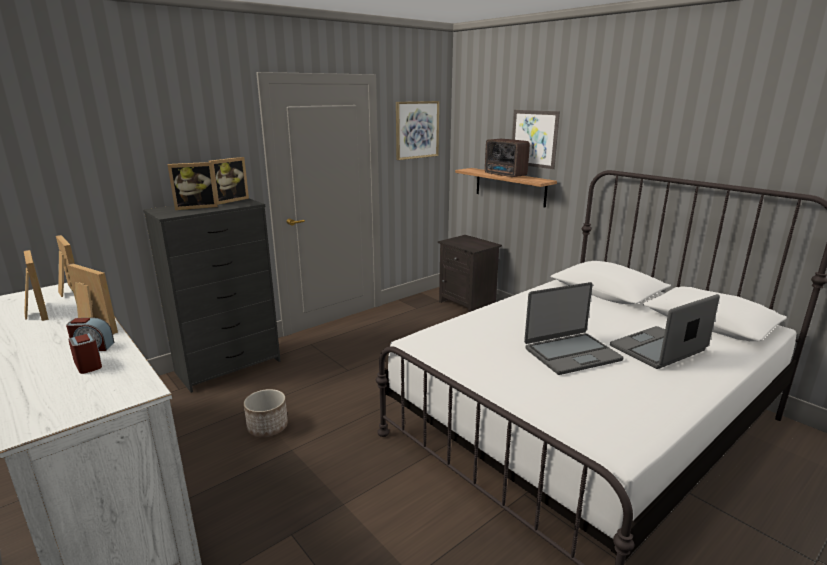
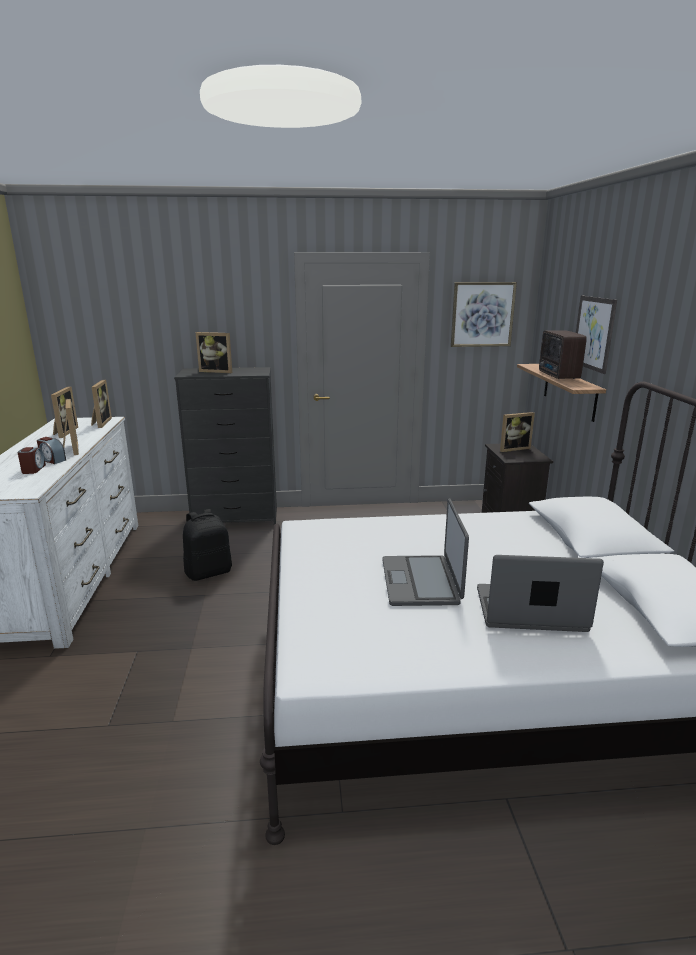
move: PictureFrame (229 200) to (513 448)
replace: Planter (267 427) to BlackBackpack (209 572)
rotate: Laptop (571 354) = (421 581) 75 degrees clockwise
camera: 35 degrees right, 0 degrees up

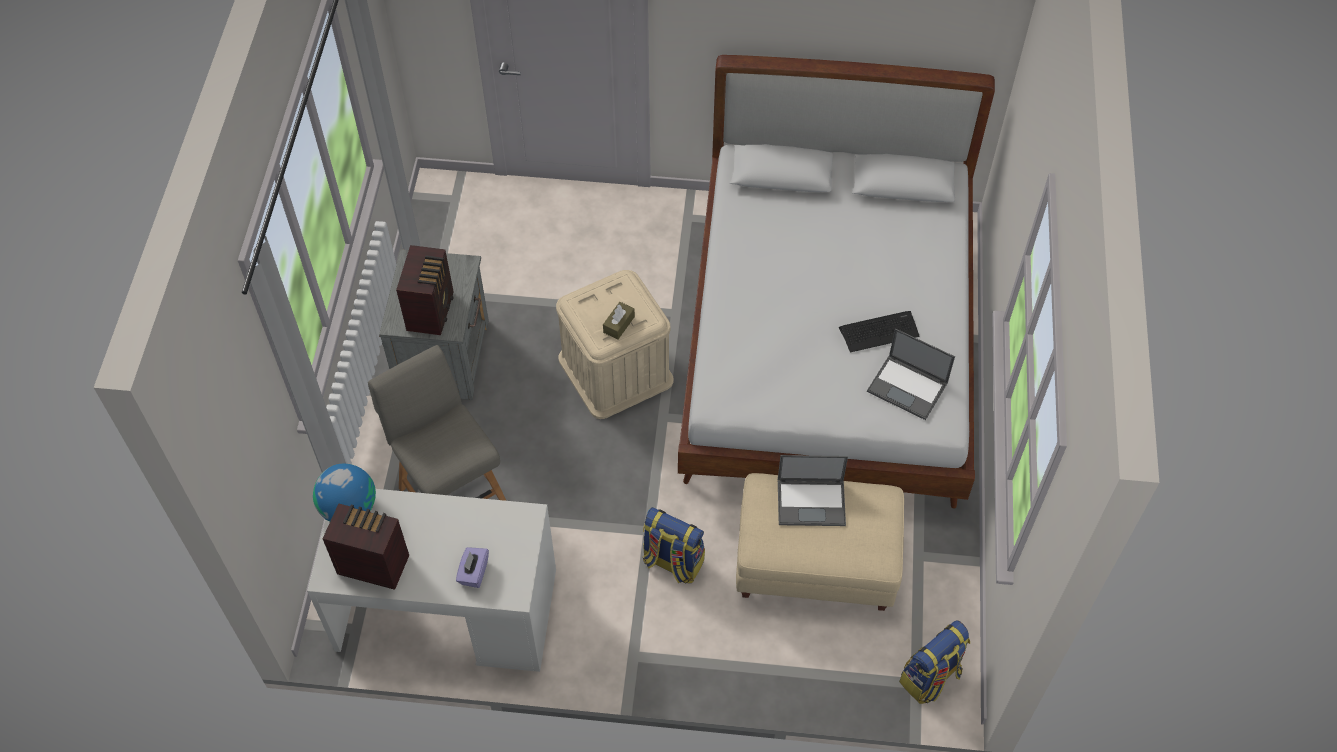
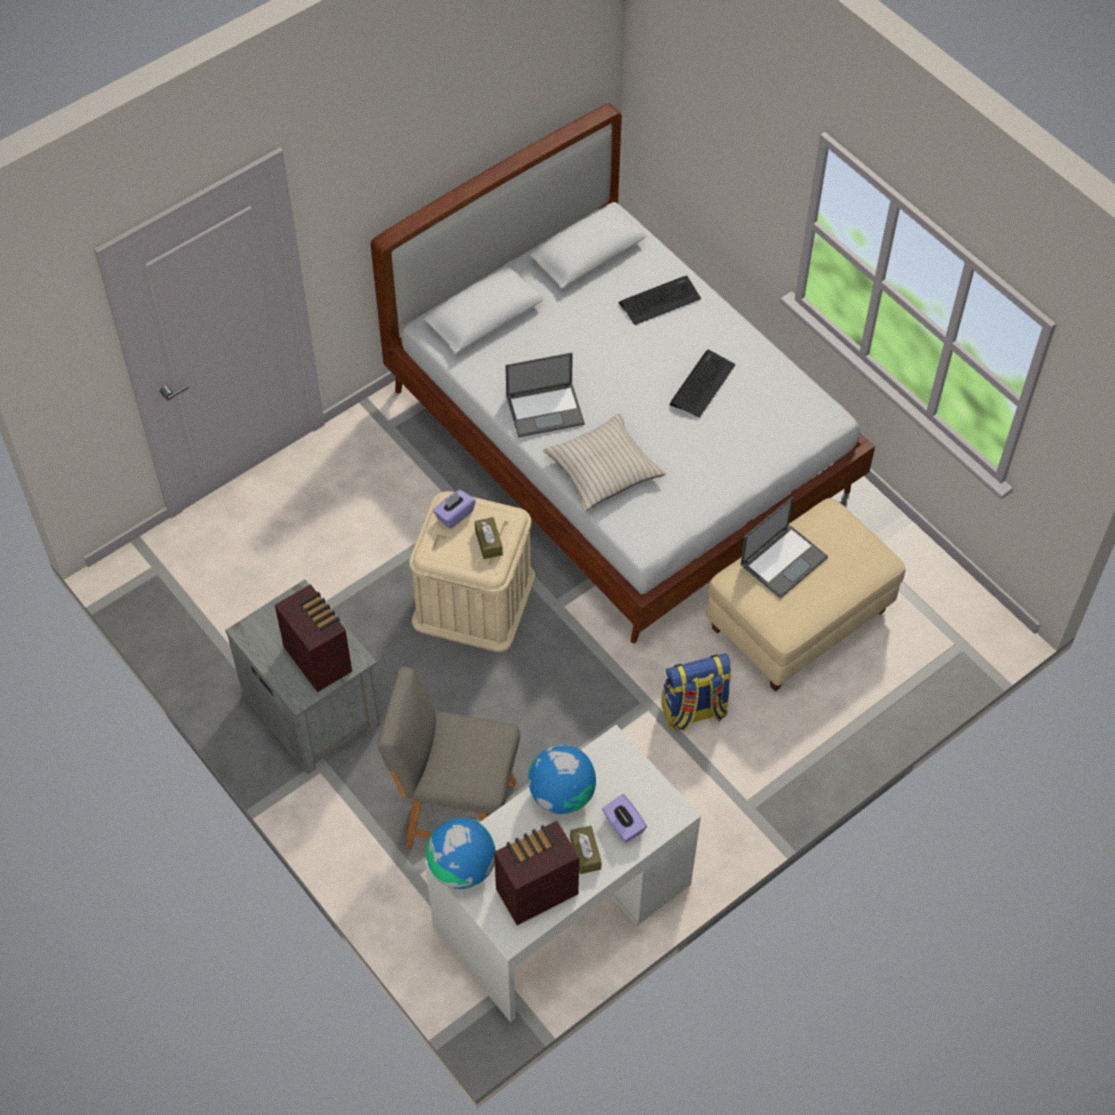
delete: Backpack (930 678)
insert: PurpleTissueBox (454 515); Globe (562 794); BeigePillow (603 469); BrownTissueBox (585 853); Keyboard (660 300)
move: Laptop (908 387) to (546 409)
camera: 45 degrees left, 0 degrees up

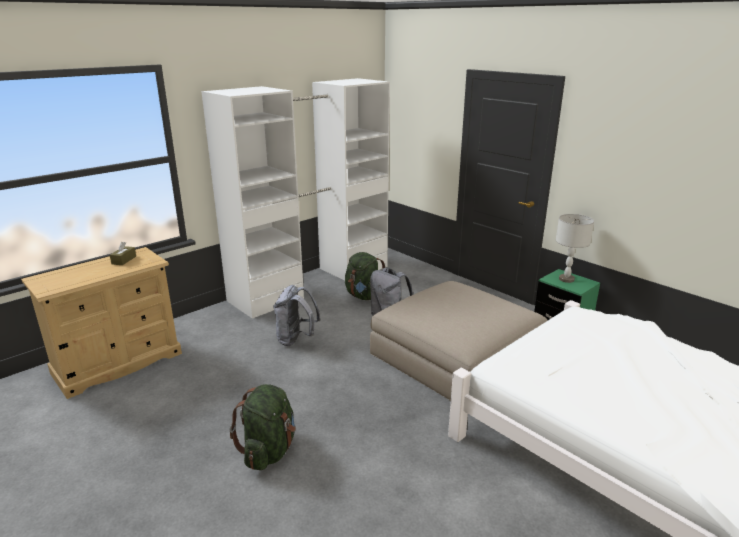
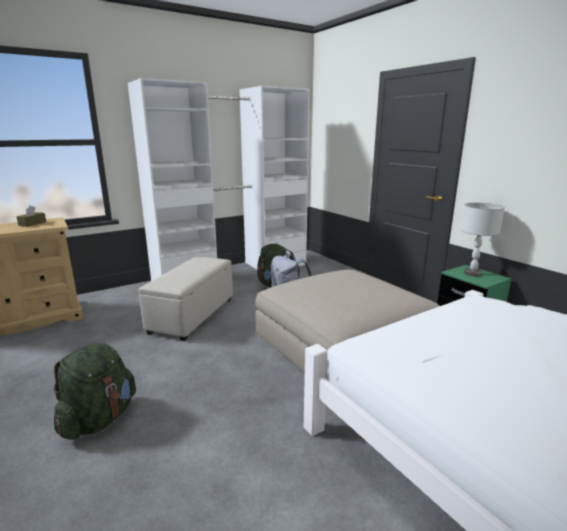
replace: GreyBackpack (296 339) to BeigeOttoman (192 315)
camera: 10 degrees right, 5 degrees down

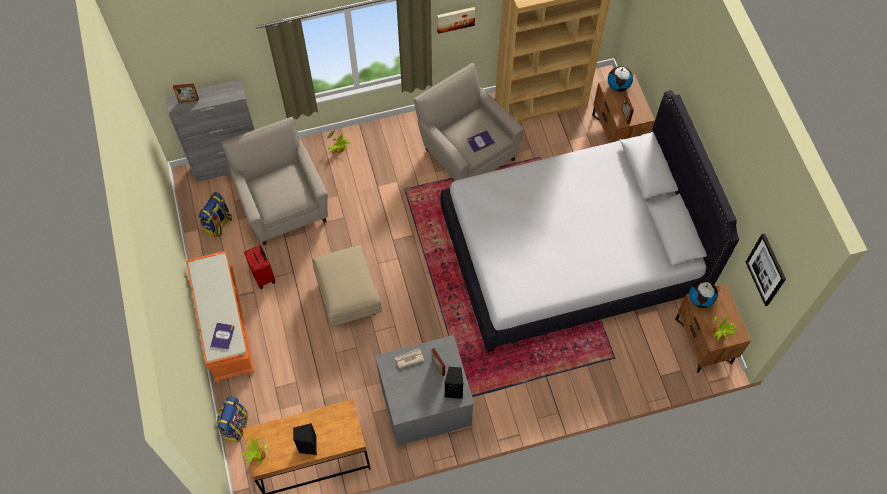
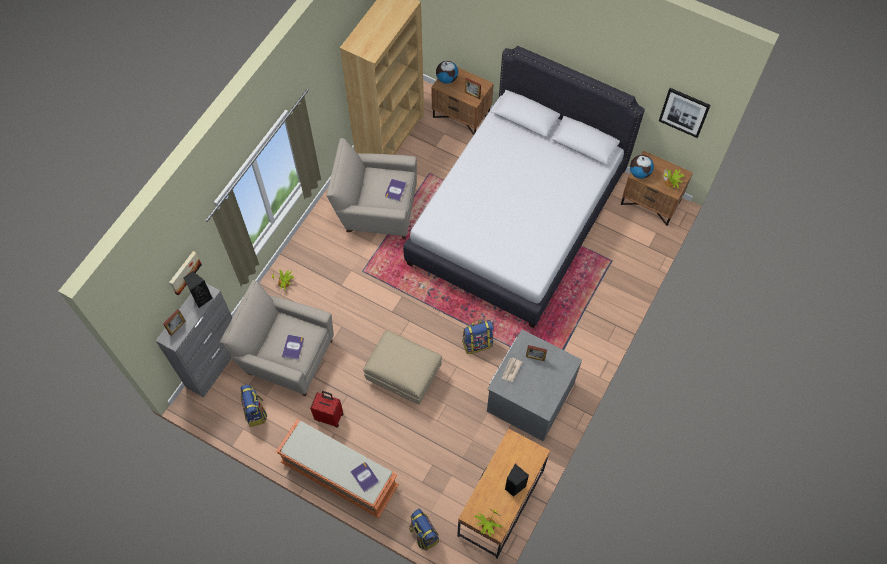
insert: Book (293 347); Backpack (477 343)
move: Picture (455 18) to (184 272); BlackSpeaker (454 390) to (201 298)
camera: 45 degrees left, 0 degrees up

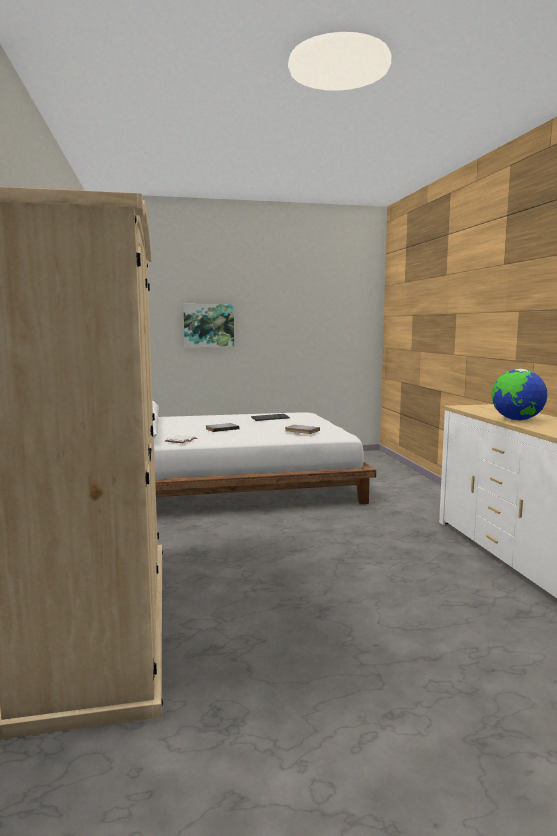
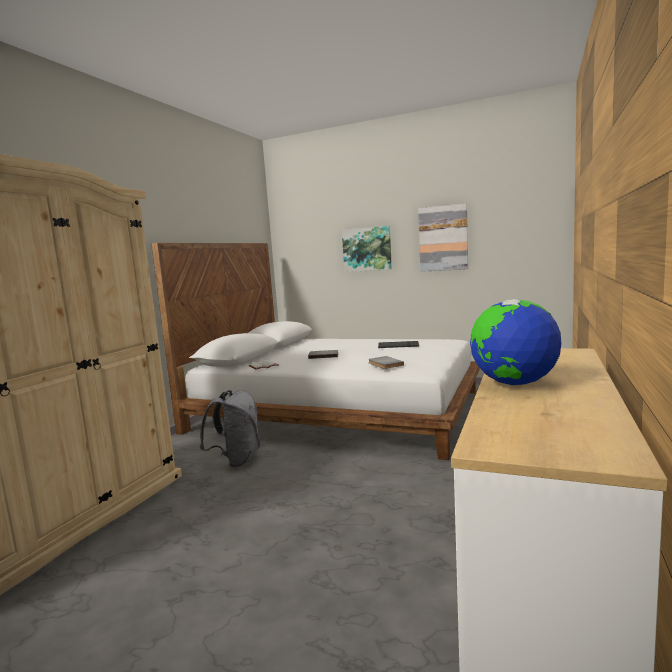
insert: GreyBackpack (236 460); Picture (443 238)
camera: 35 degrees right, 0 degrees up

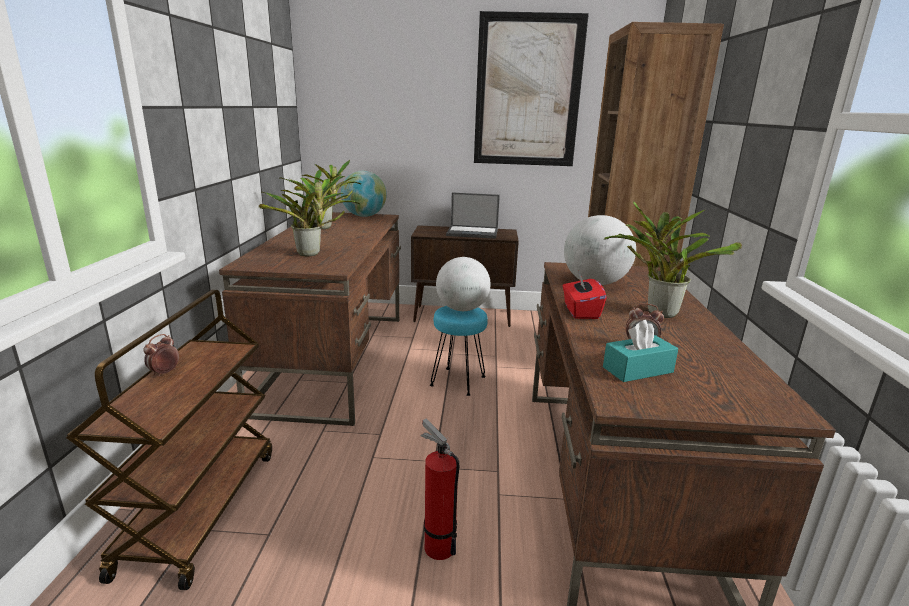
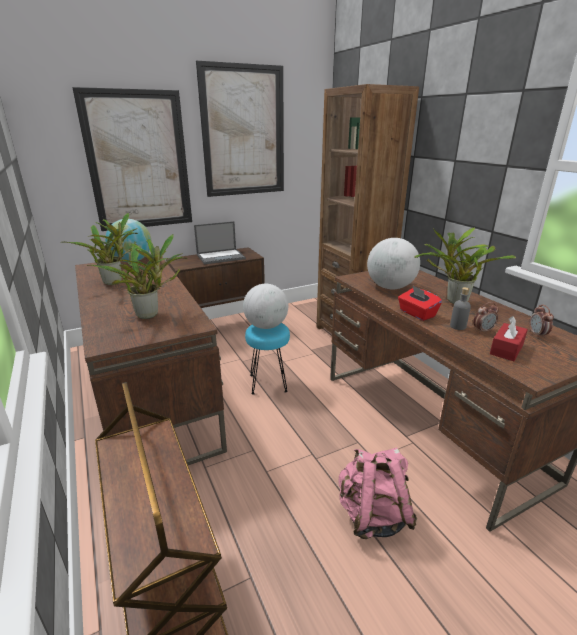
insert: Picture (139 162); GreyBottle (458 326)
move: AlarmClock (164 373) to (537 335)
replace: FireExtinguisher (437 545) to PinkBackpack (372 515)
recolor: TurquoiseTissueBox (637 370) to RedTissueBox (506 349)
camera: 30 degrees left, 5 degrees up

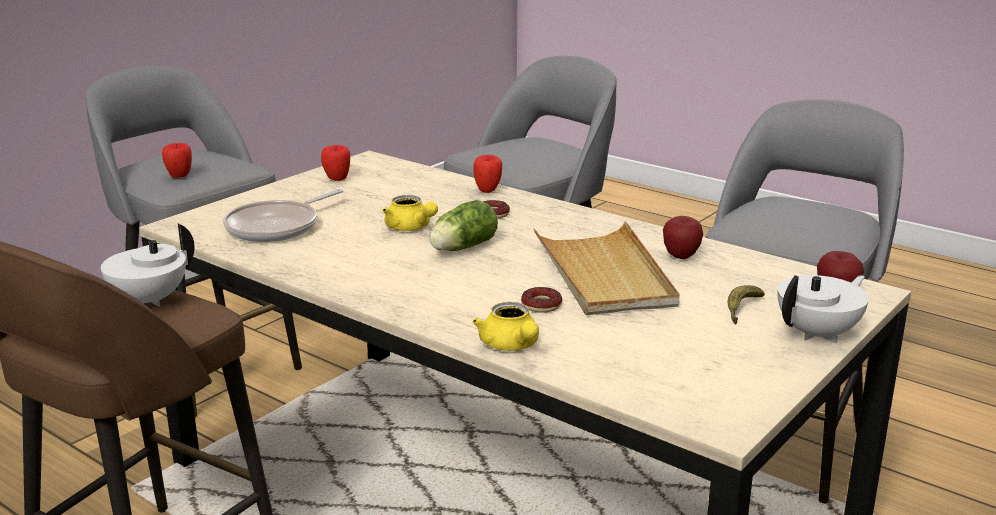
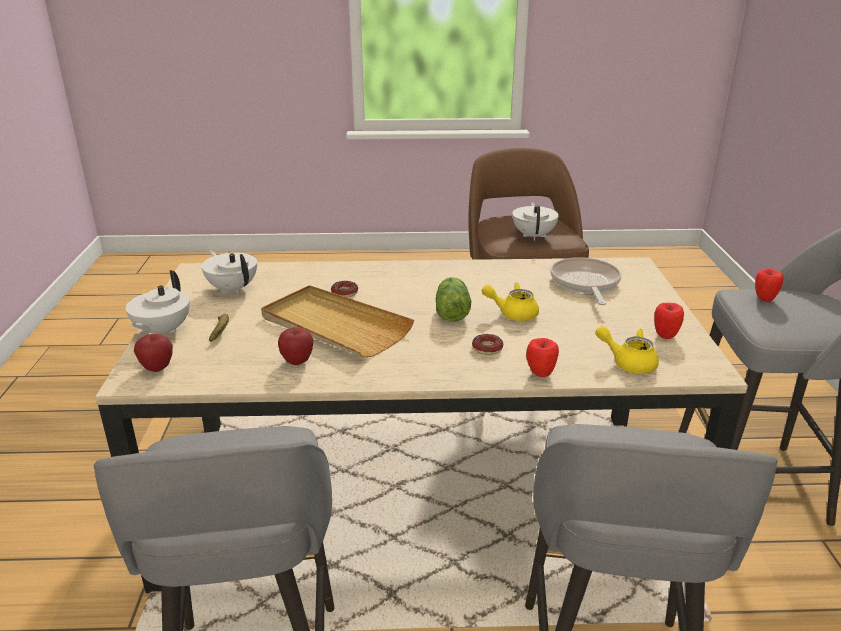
insert: WhiteTeapot (233 288)
move: YellowTeapot (511 346) to (628 362)
camera: 140 degrees right, 5 degrees up

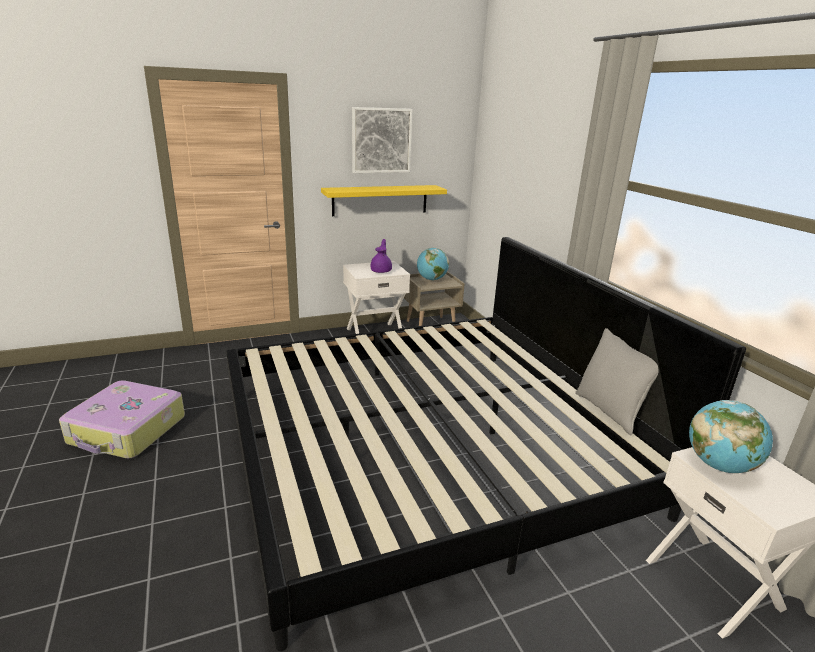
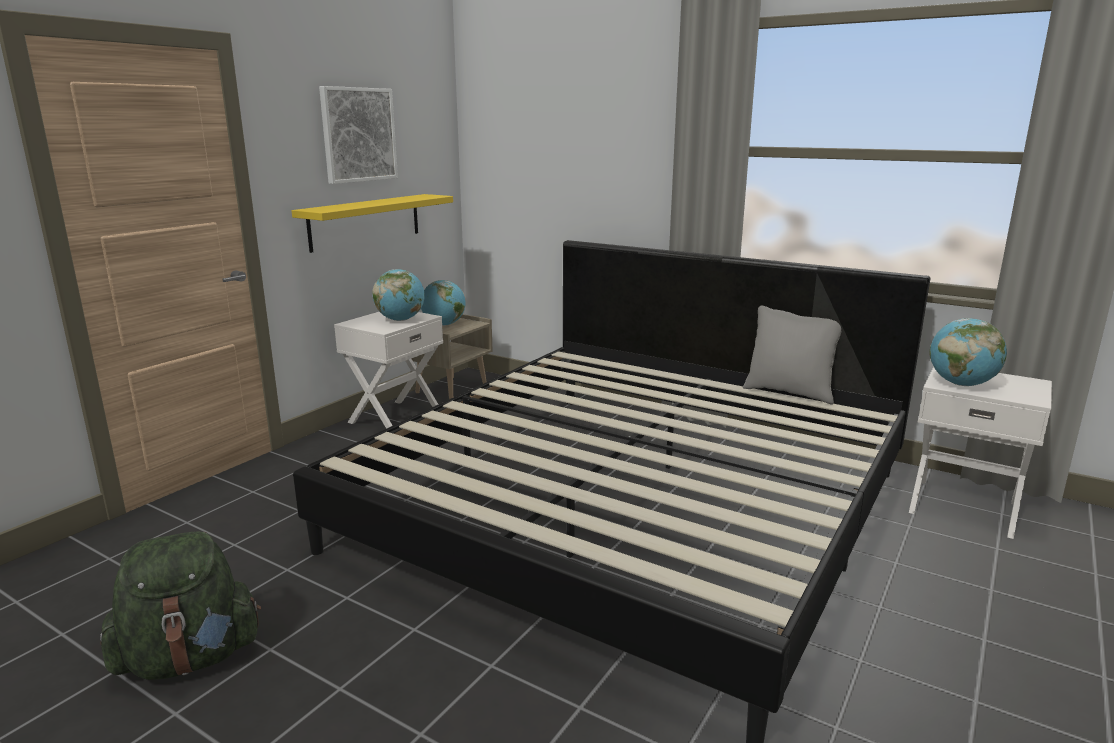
replace: Suitcase (127 431) to GreenBackpack (190 658); PurpleTeapot (381 271) to Globe (400 320)
camera: 35 degrees left, 5 degrees down

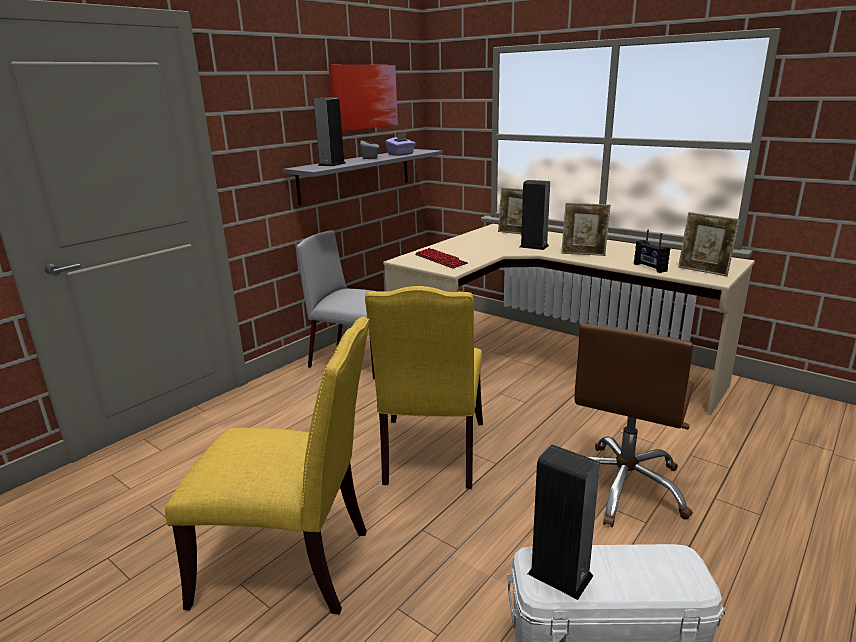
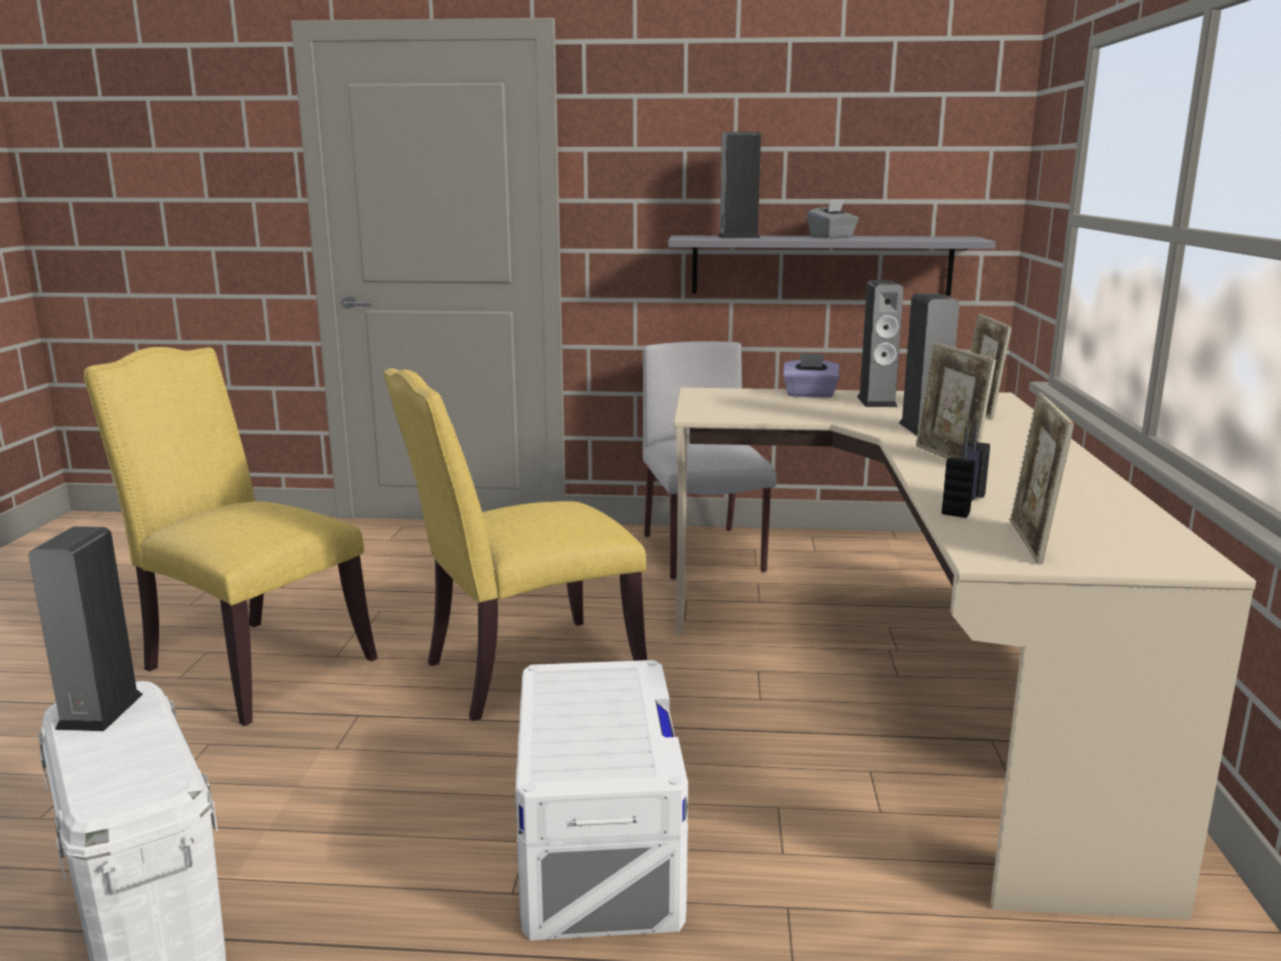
delete: Picture (363 97); Keyboard (440 260)
insert: Speaker (876 401)
move: PurpleTissueBox (401 154) to (810 394)
replace: BrownOfficeChair (624 486) to WhiteStorageBox (598 849)
rotate: YellowChair (292 564) = (249 664) 150 degrees clockwise
camera: 55 degrees right, 5 degrees down

